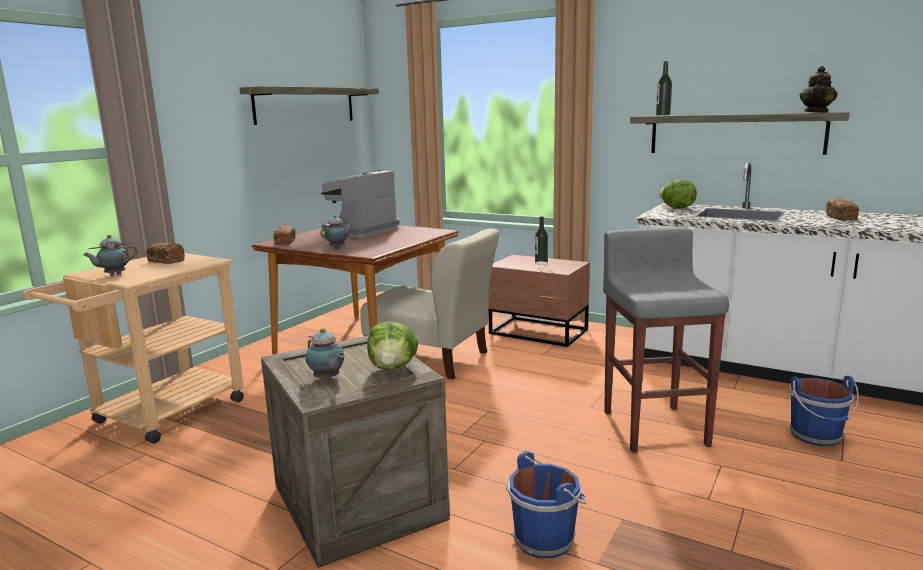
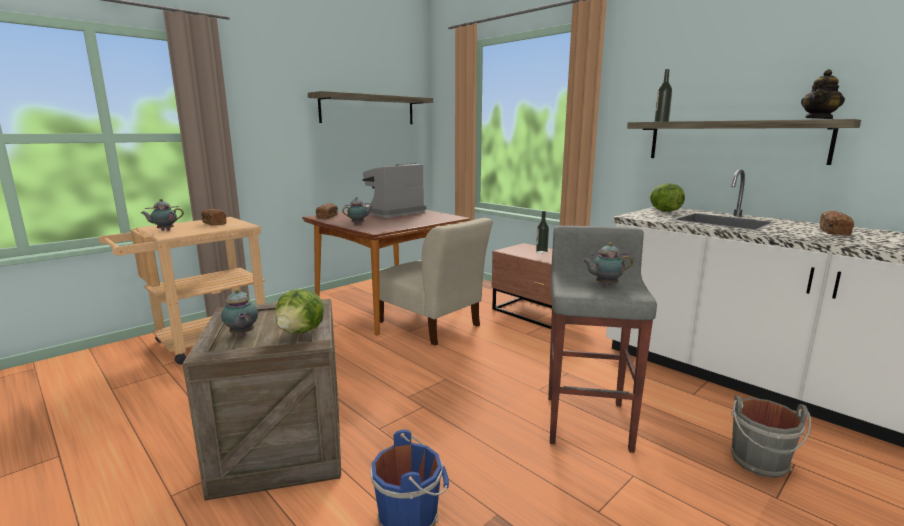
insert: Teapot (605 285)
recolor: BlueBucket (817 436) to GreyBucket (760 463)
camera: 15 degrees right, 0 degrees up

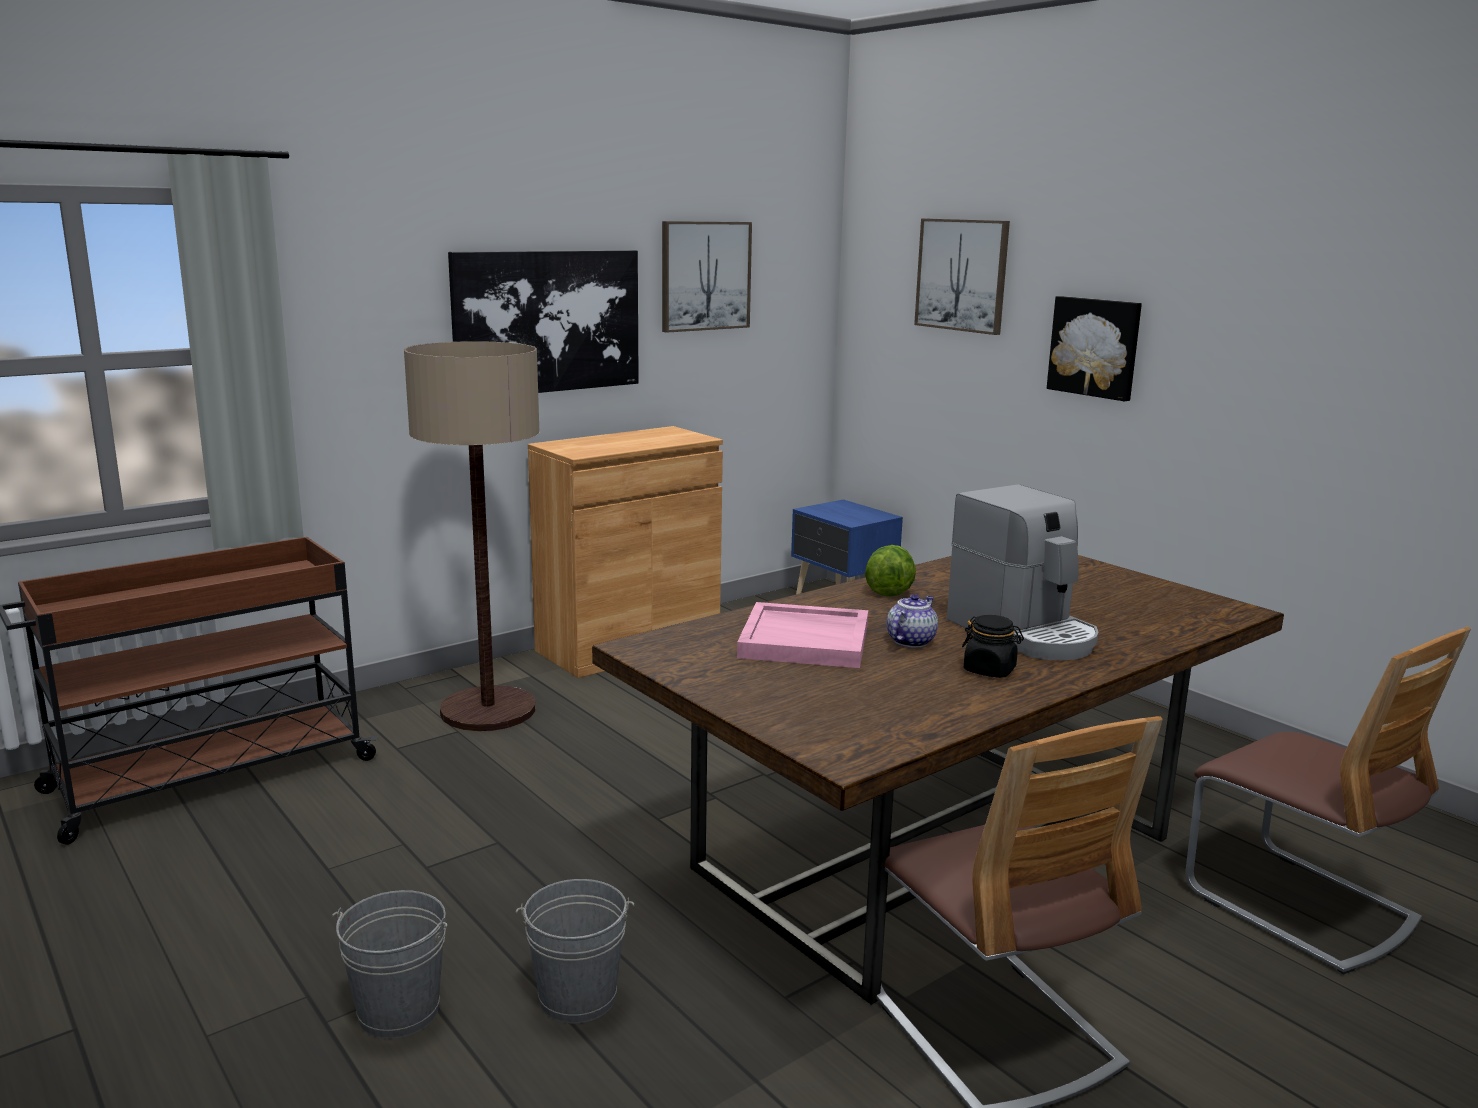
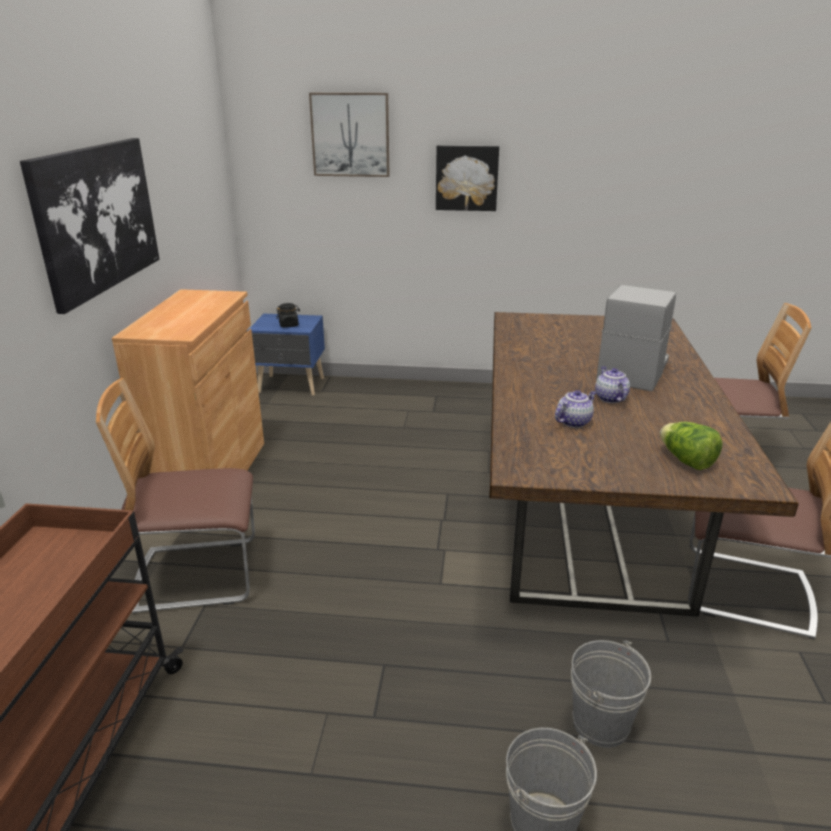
delete: Picture (705 276)
move: Lettuce (889 590) to (686 461); BlackJar (990 670) to (289 325)
replace: FloorLamp (488 710) to Chair (198 575); PinkTray (806 640) to Teapot (573 421)
rotate: CoffeeMachine (1024 633) = (633 371) 75 degrees counterclockwise
camera: 45 degrees left, 10 degrees up

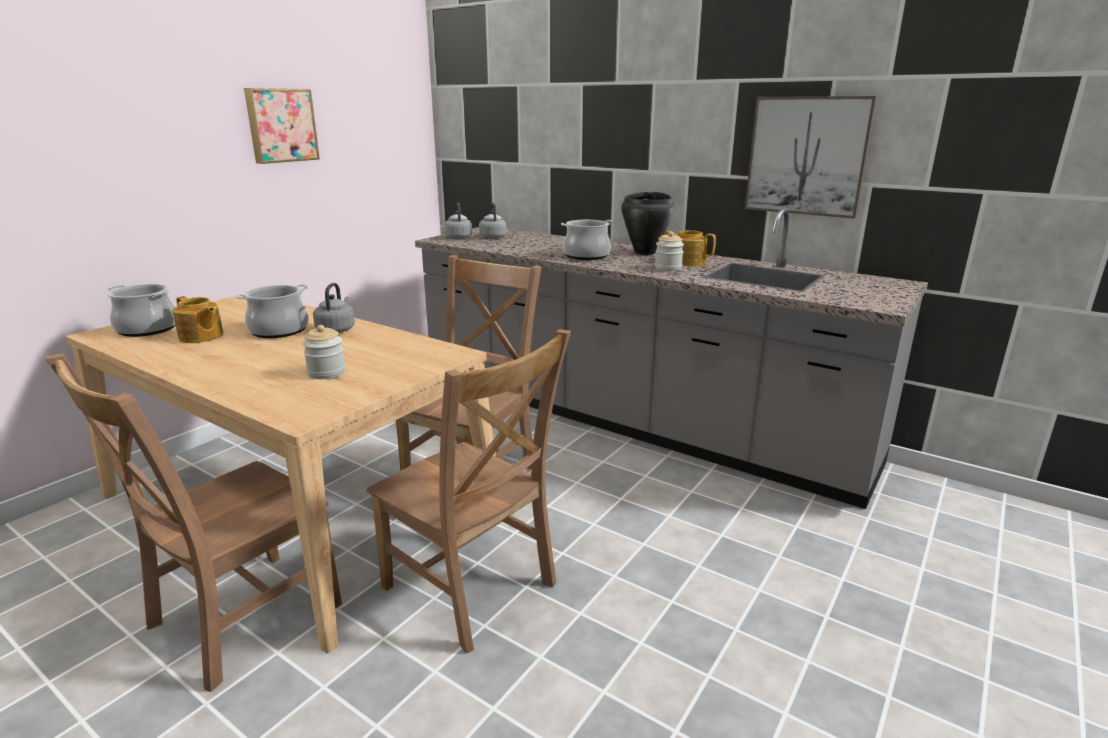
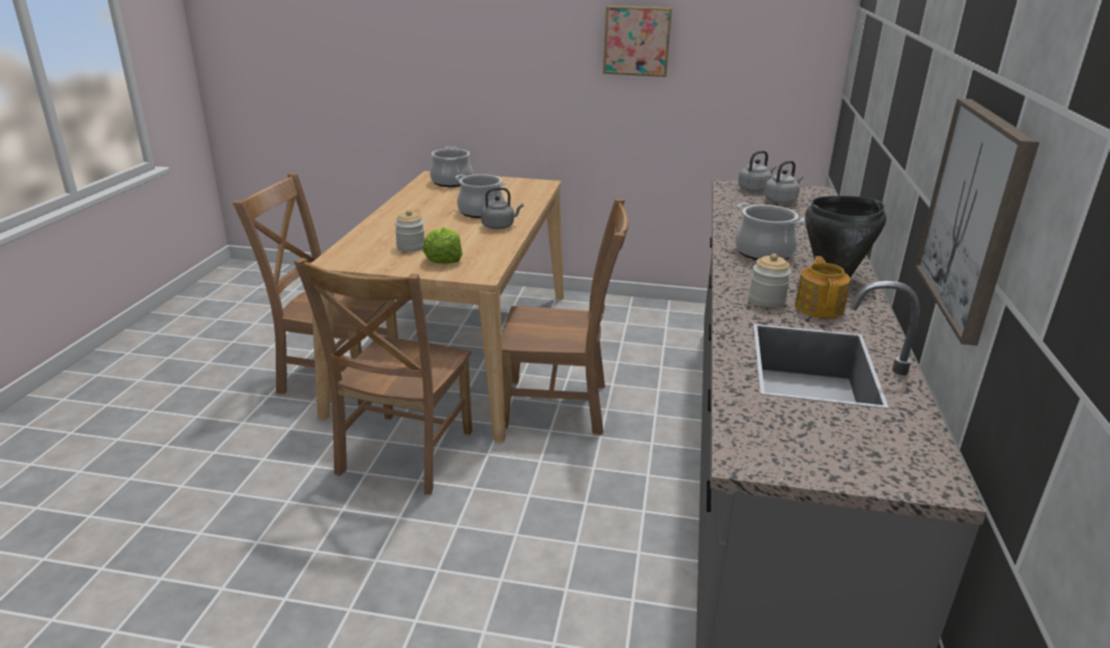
delete: Teapot (201 336)
insert: Lettuce (443 259)
camera: 65 degrees right, 5 degrees up

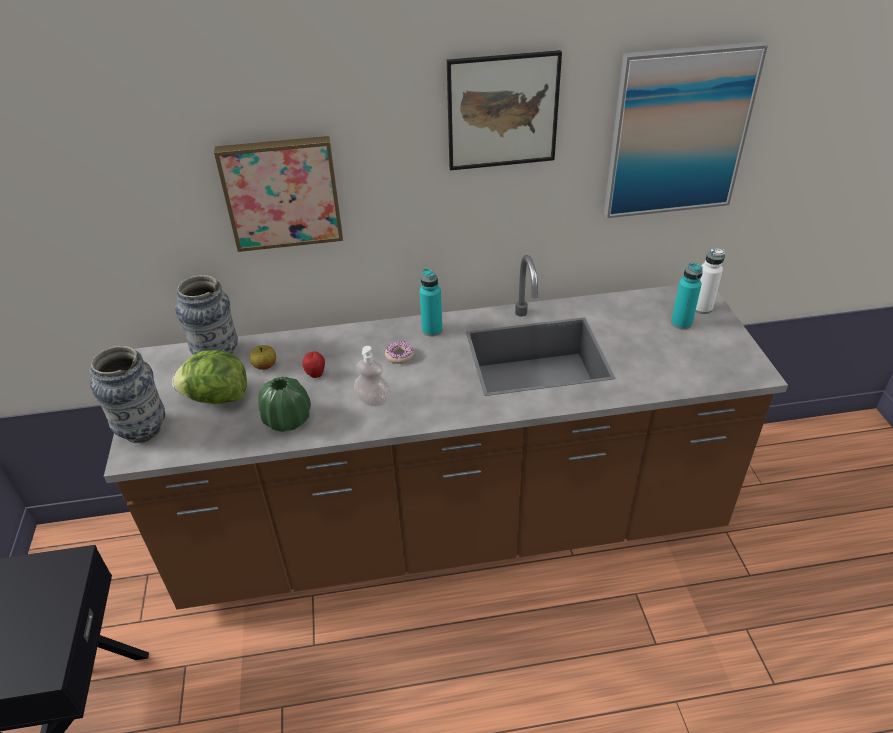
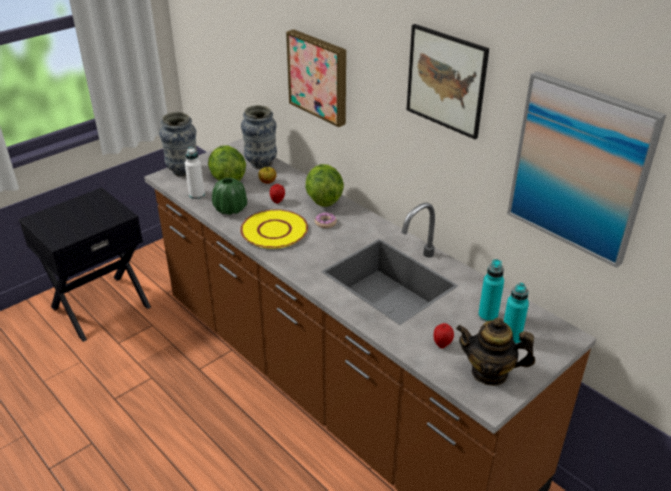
insert: Lettuce (323 199); Apple (442 344); Teapot (490 373)
move: TurquoiseBottle (432 330) to (488 316); WhiteBottle (702 308) to (197 195)
replace: SoapDispenser (373 400) to YellowPlate (274 230)
camera: 55 degrees right, 5 degrees down

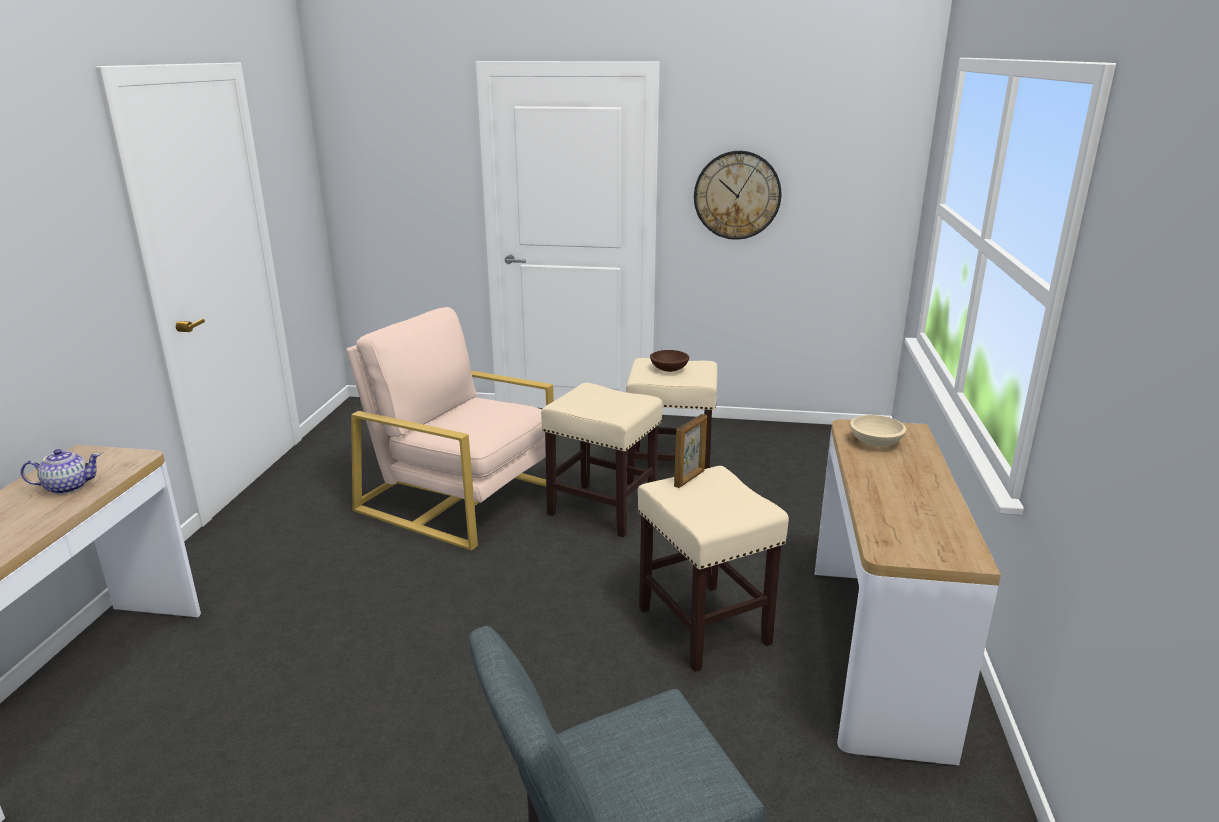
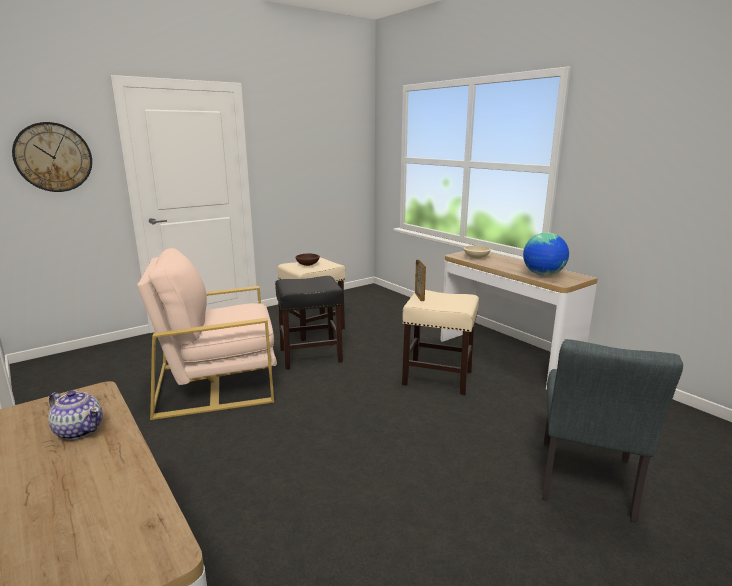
insert: Globe (543 275)
move: WallClock (737 195) to (53 157)
recolor: BeigeStool (604 510) to BlackStool (311 355)
rotate: Teapot (67 487) = (79 430) 90 degrees clockwise
camera: 45 degrees left, 5 degrees down

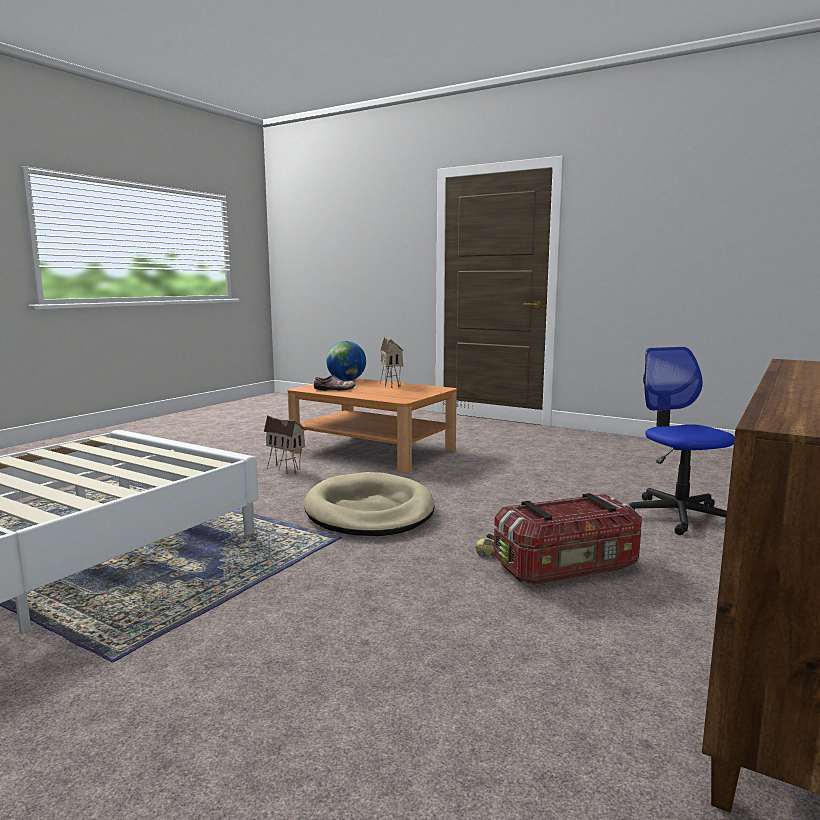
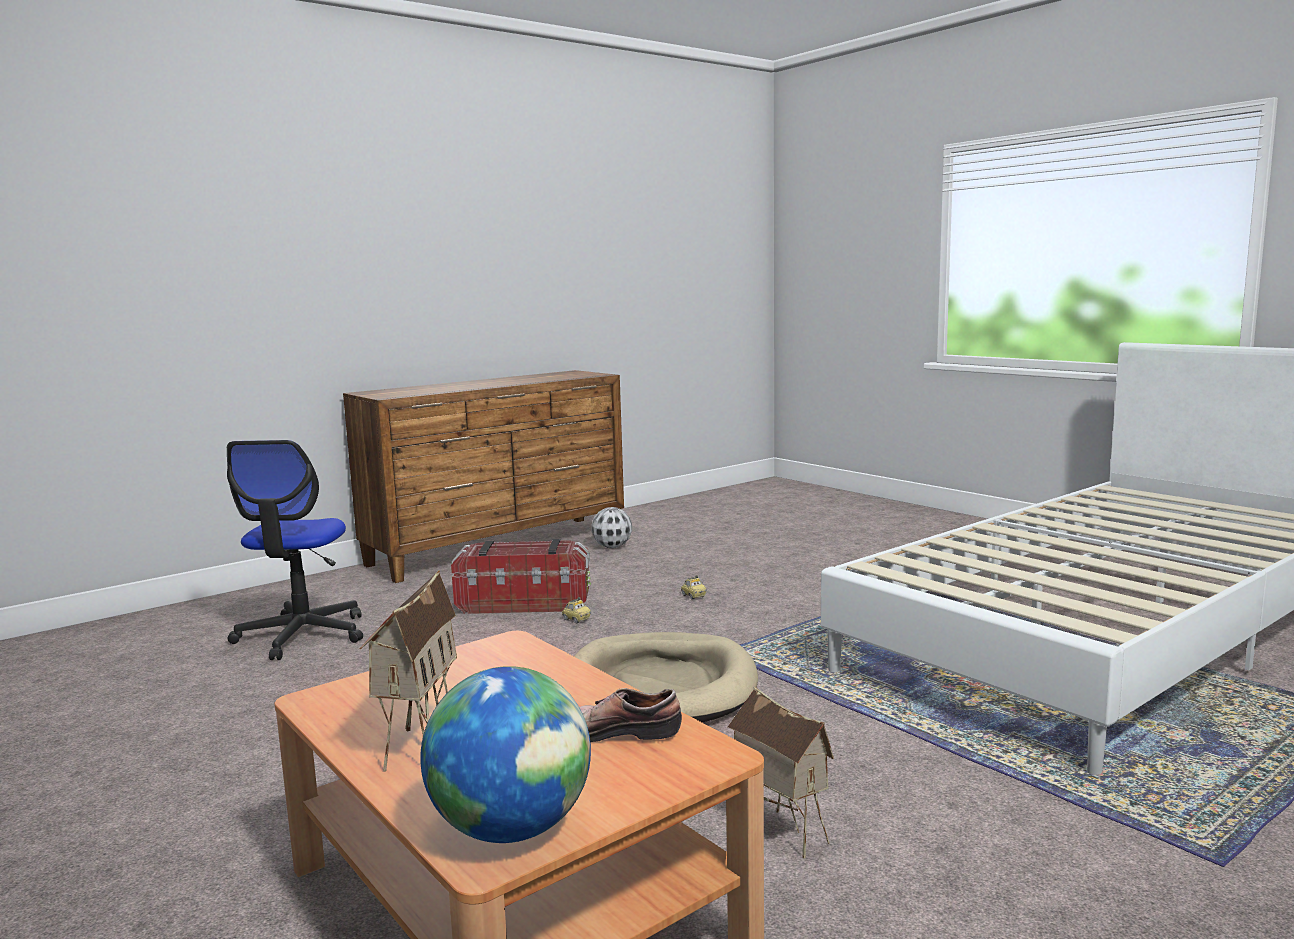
insert: Football (613 547); ToyCar (693 596)
camera: 160 degrees left, 0 degrees up

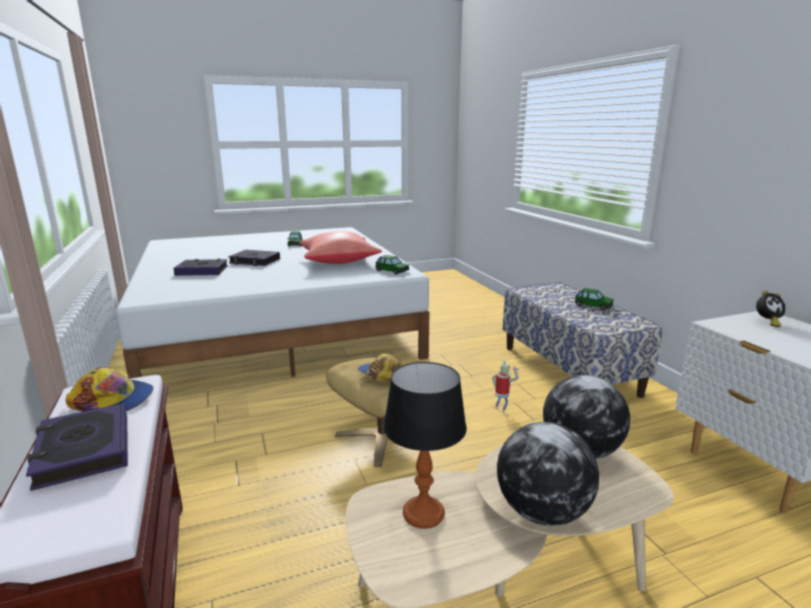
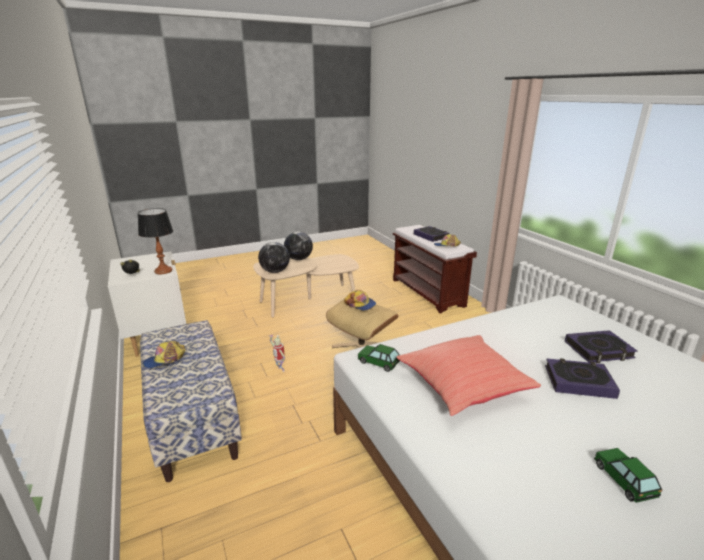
move: TableLamp (423 514) to (163 271)
replace: ToyCar (593 305) to Cap (165 360)
camera: 175 degrees right, 5 degrees up

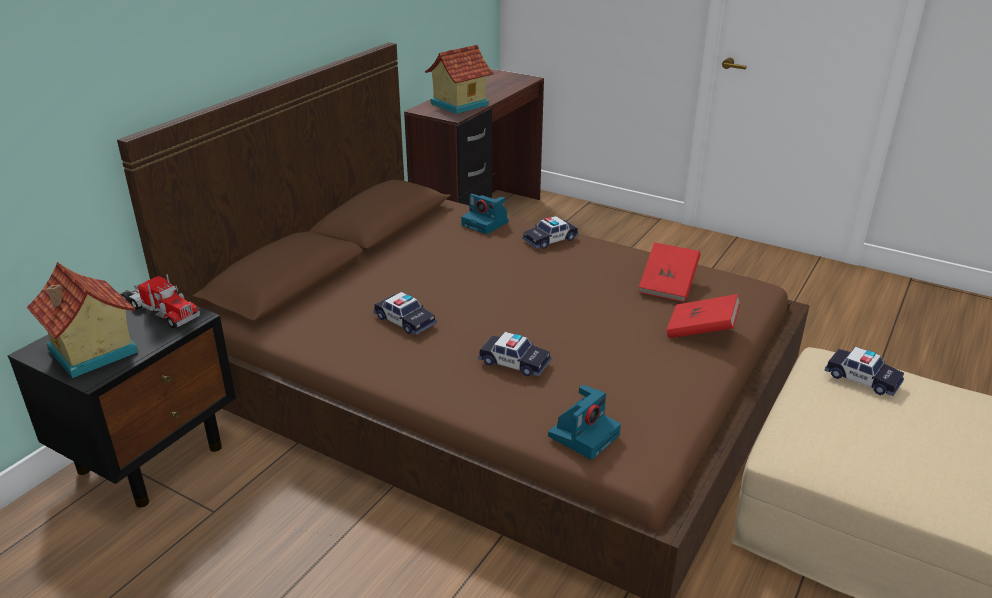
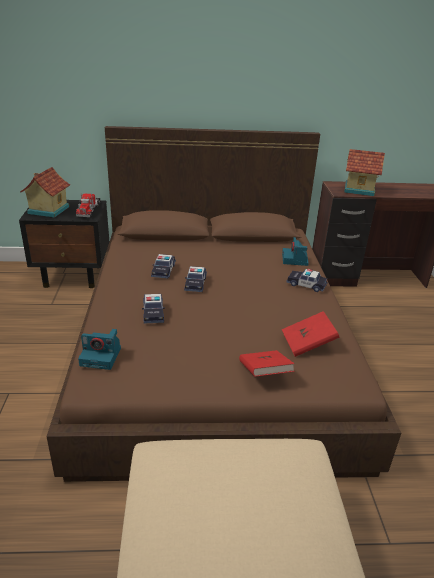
move: ToyCar (862 379) to (195 283)
camera: 55 degrees right, 0 degrees up

